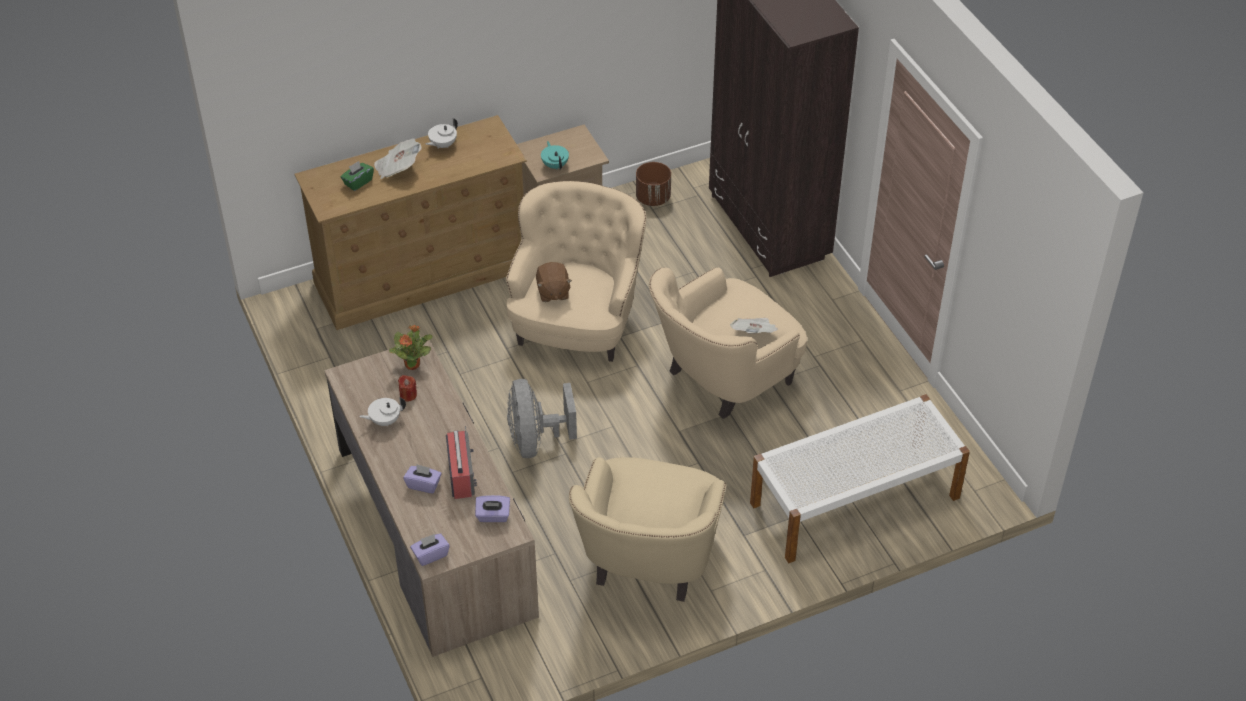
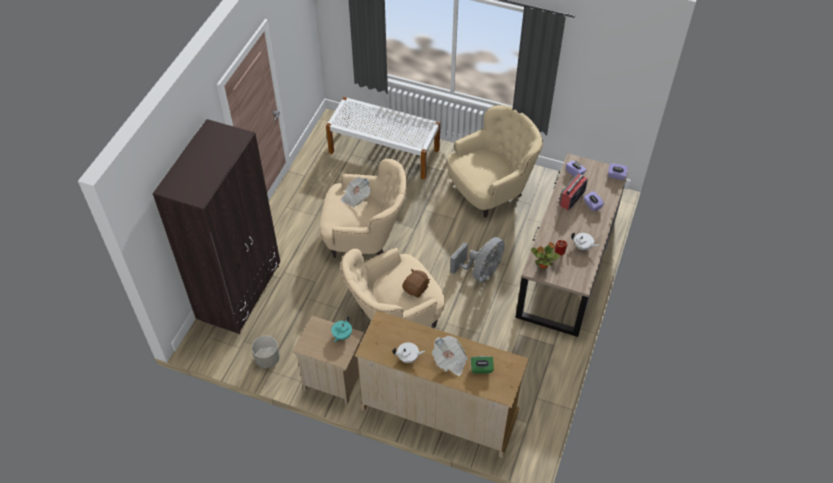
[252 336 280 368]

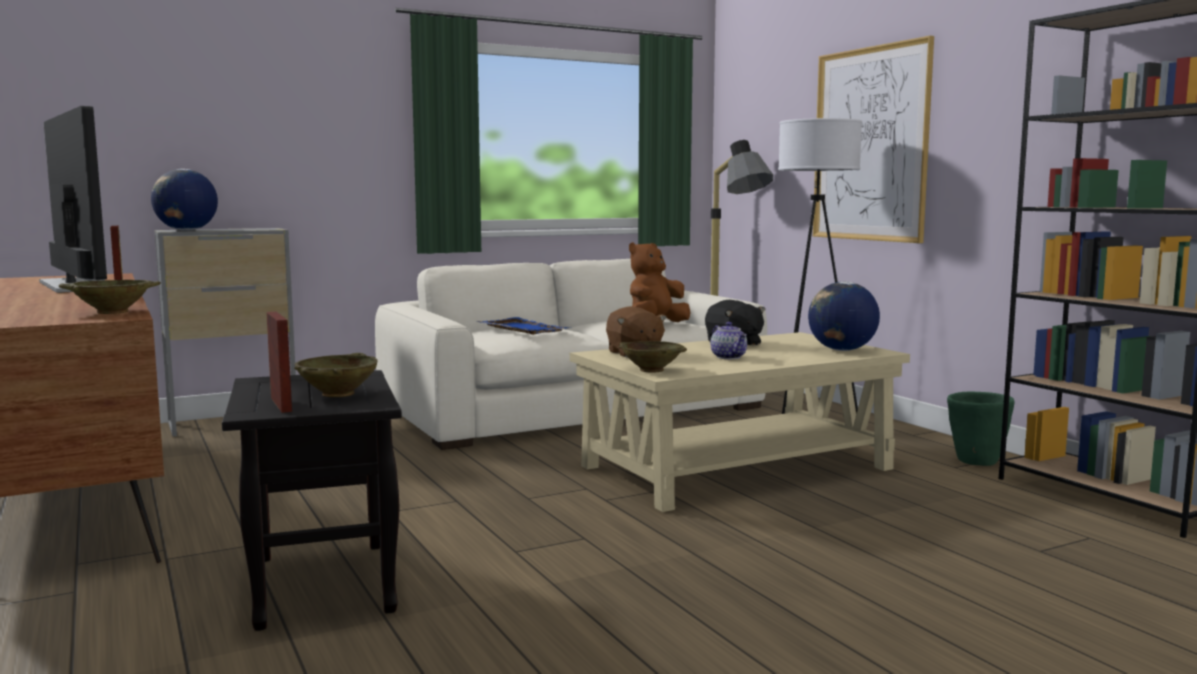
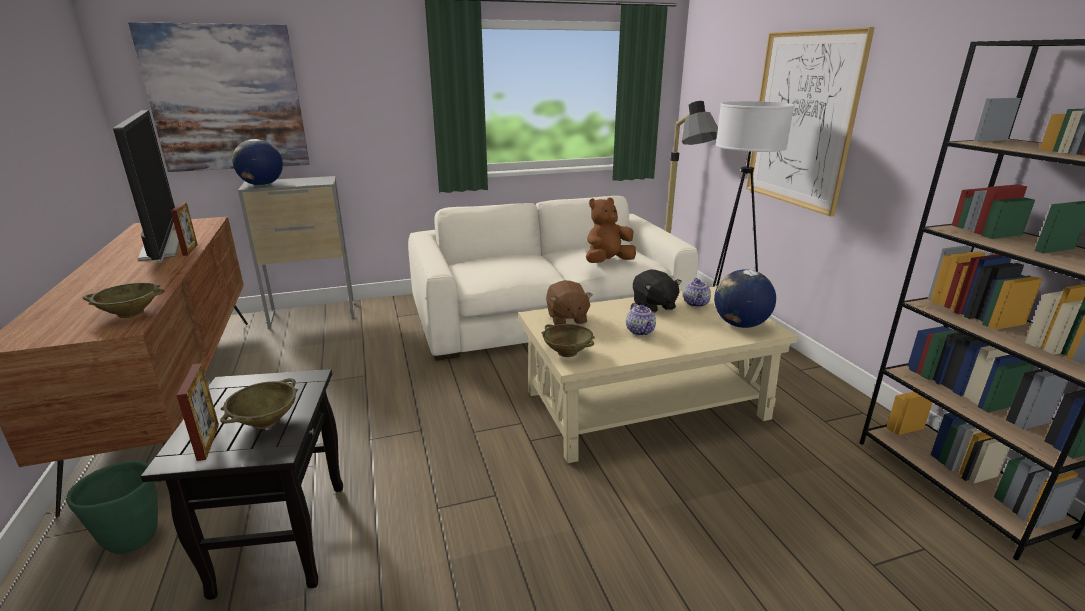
[476 317 572 335] (first image)
[66 460 158 554]
[128 22 310 172]
[683 278 711 307]

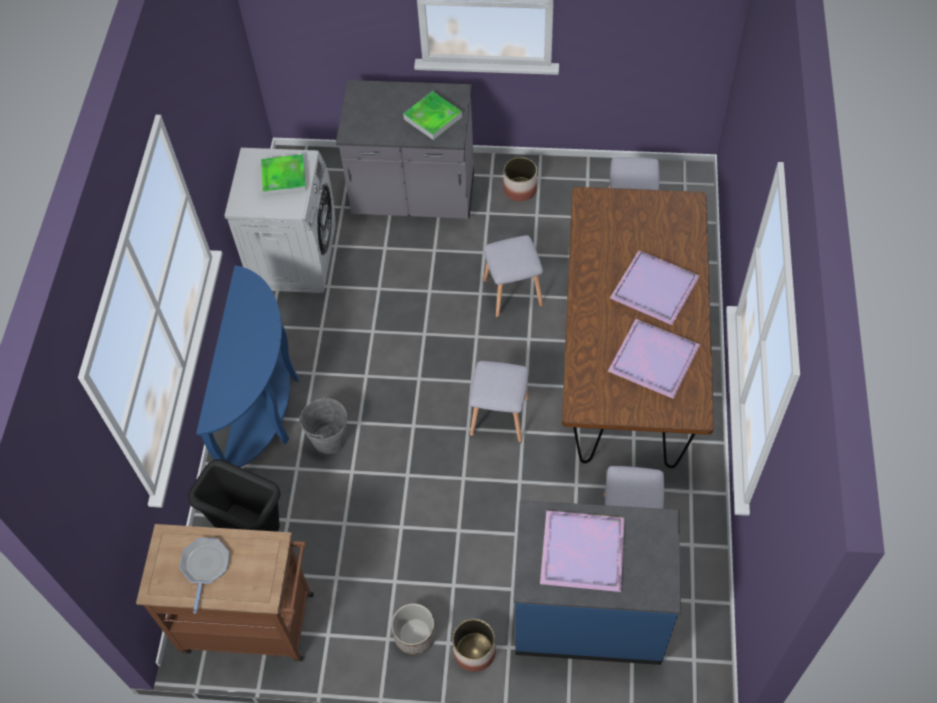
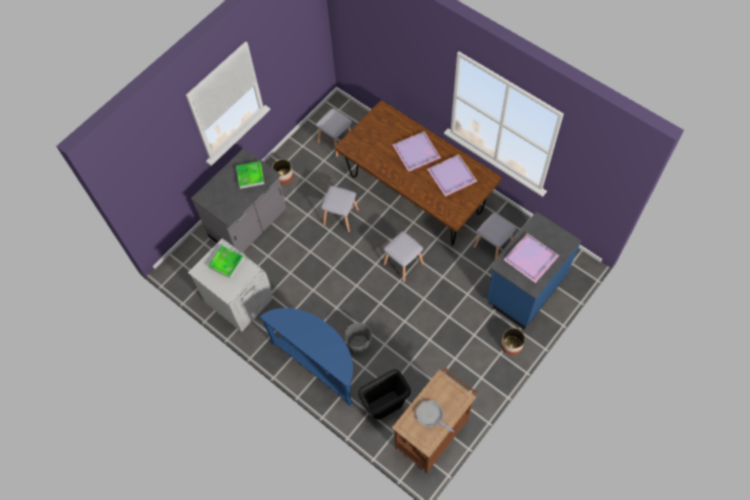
[391 603 436 655] (first image)

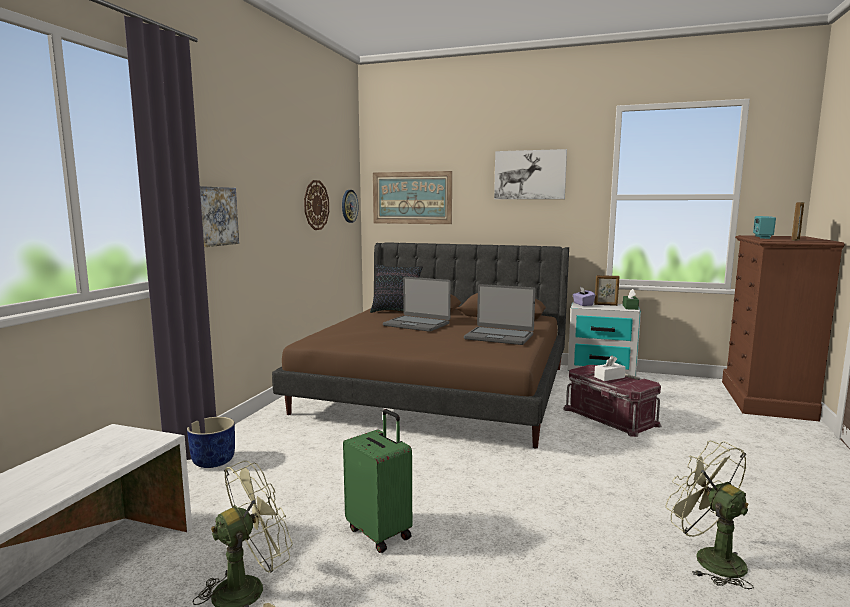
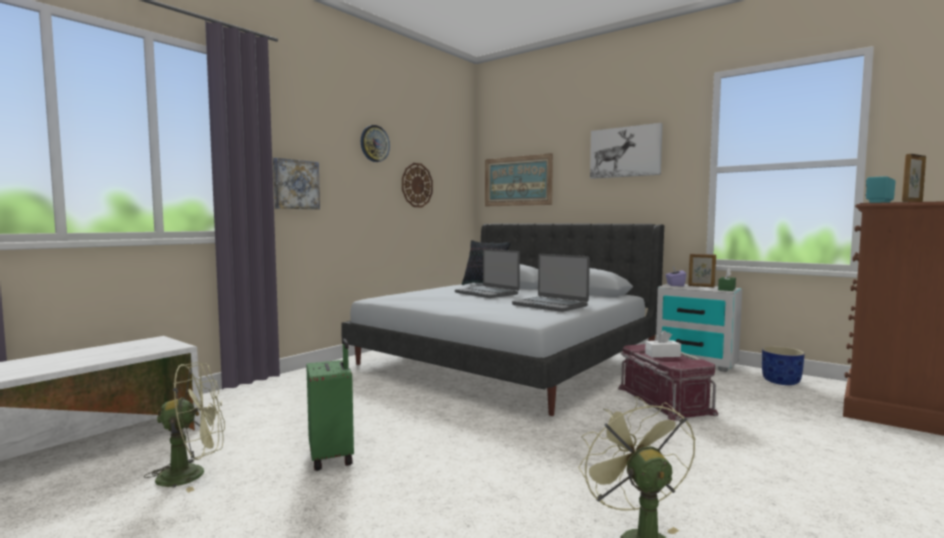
[762 346 805 385]
[341 223 664 416]
[361 125 390 162]

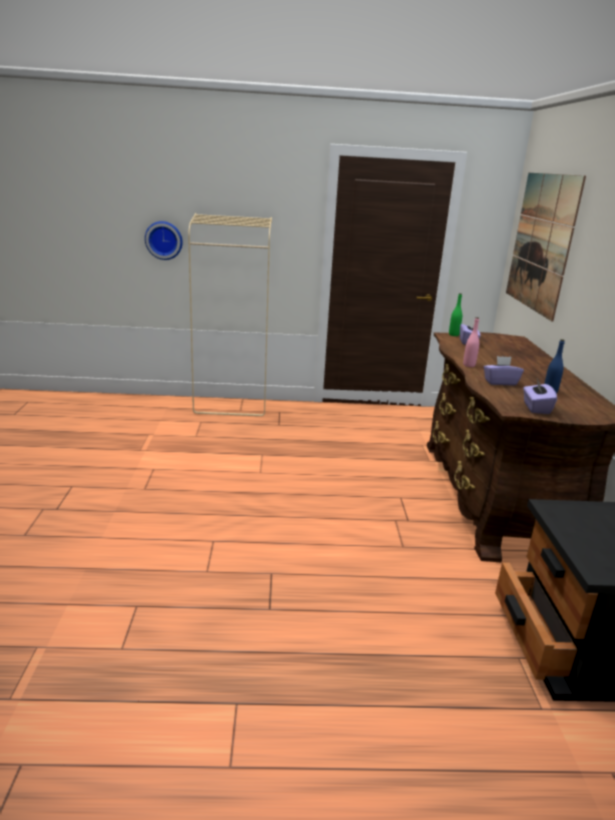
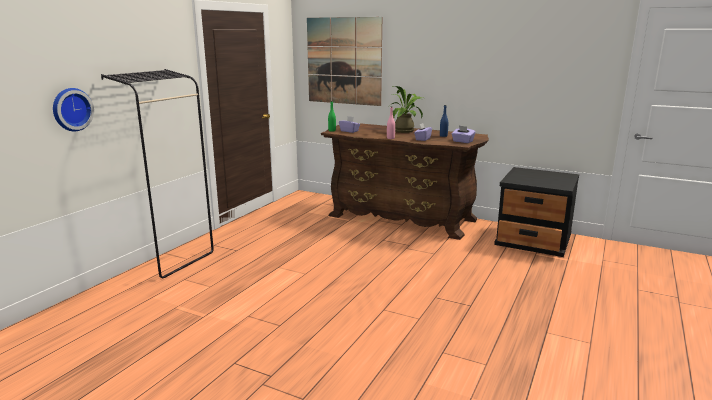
[101 69 214 278]
[389 86 423 133]

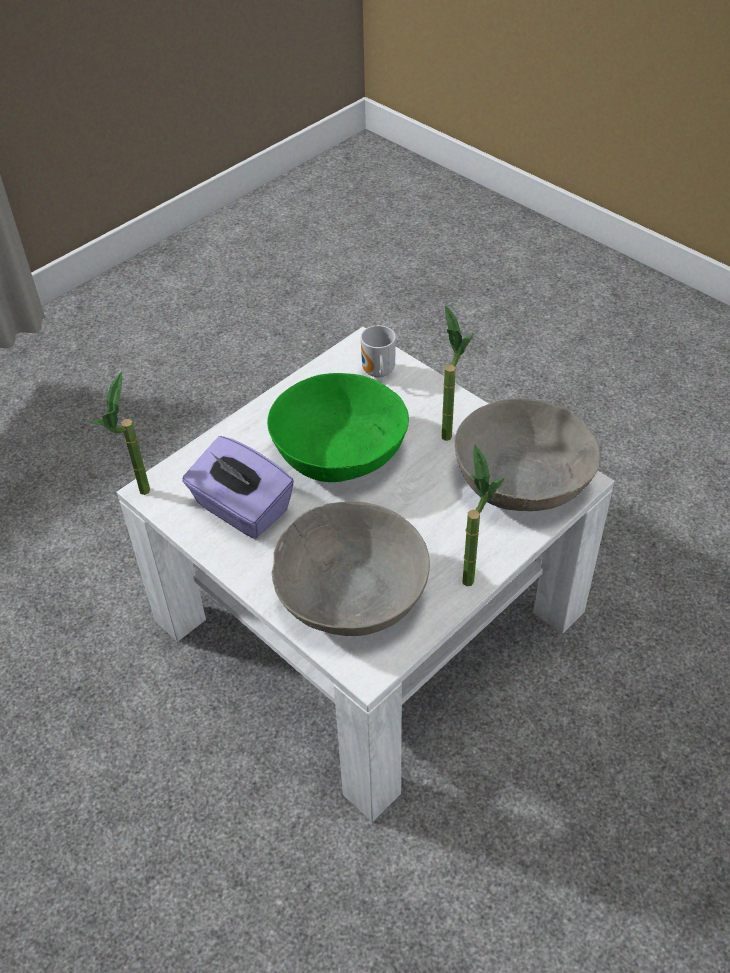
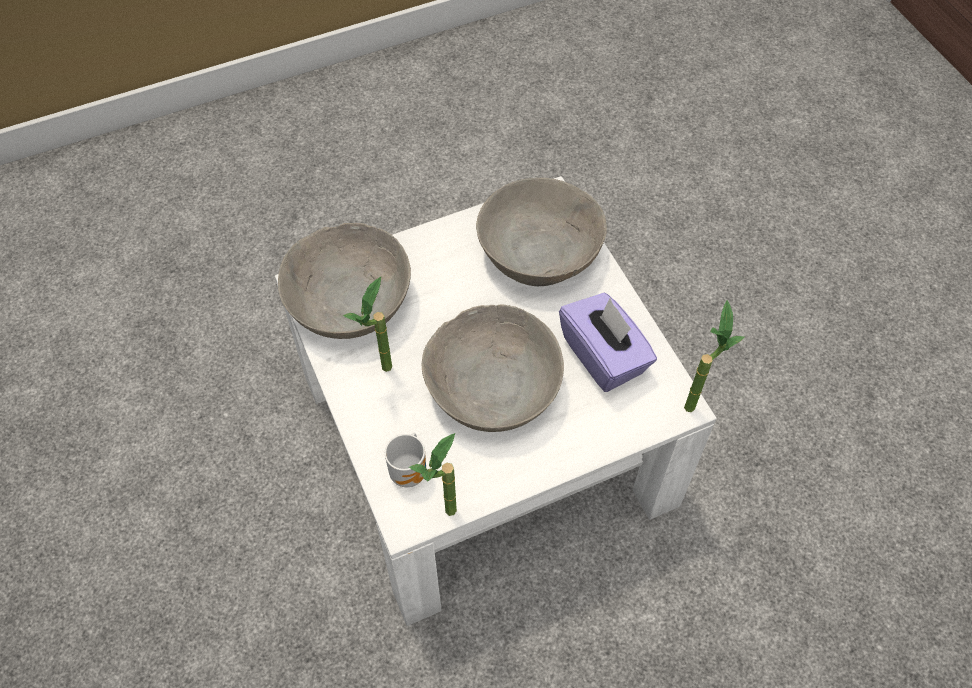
[422 304 564 432]
[409 433 457 516]

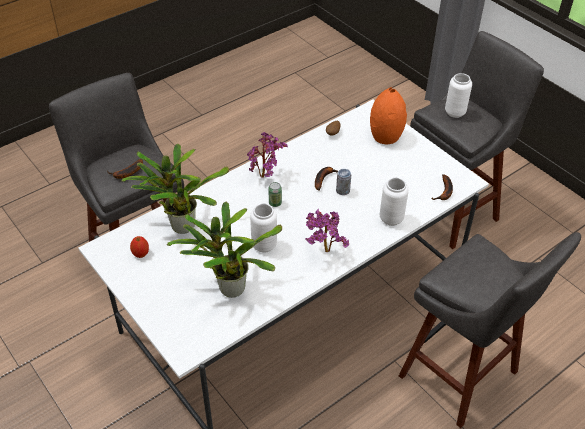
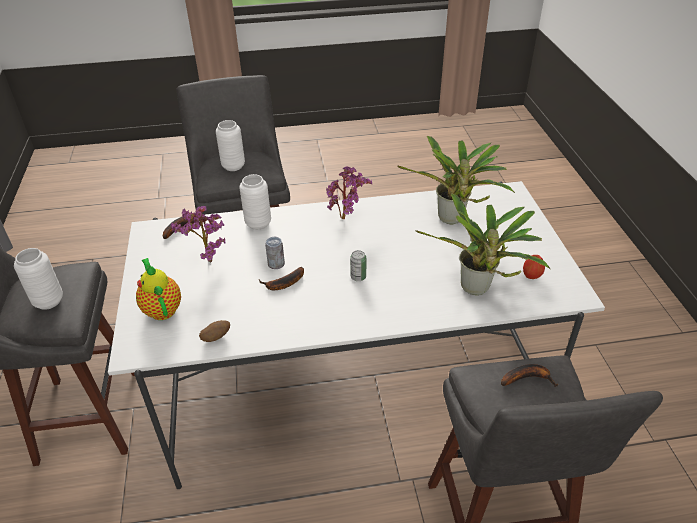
[171 206 226 262]
[216 120 245 171]
[136 258 181 320]

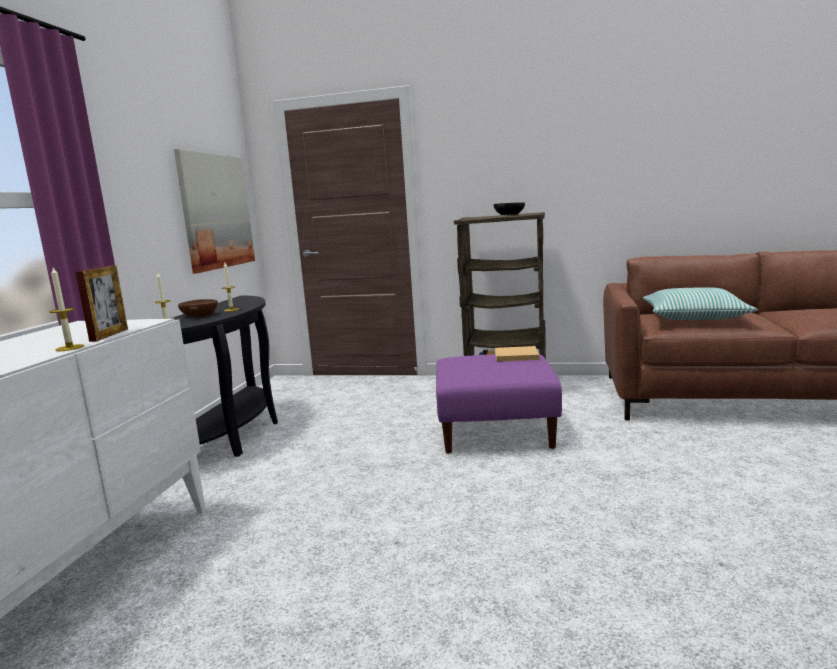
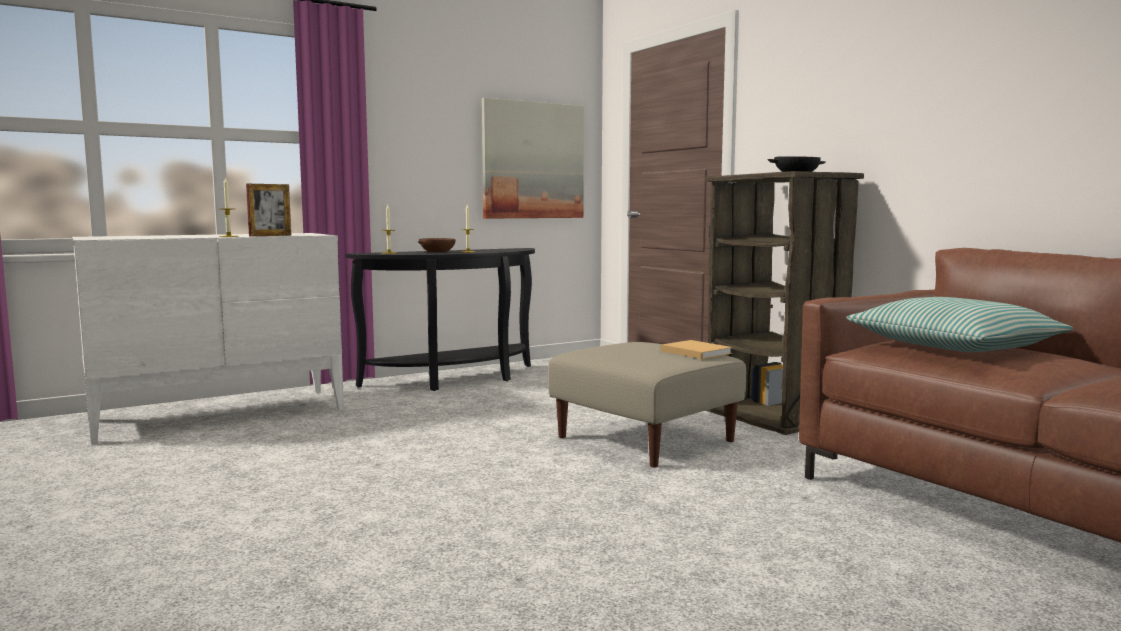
[548 342 746 467]

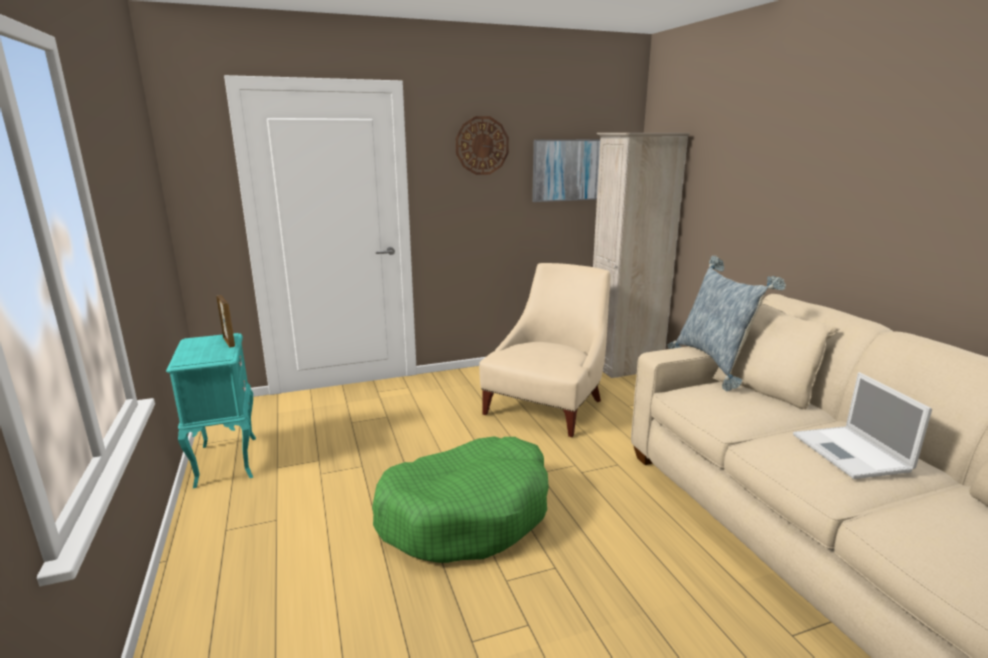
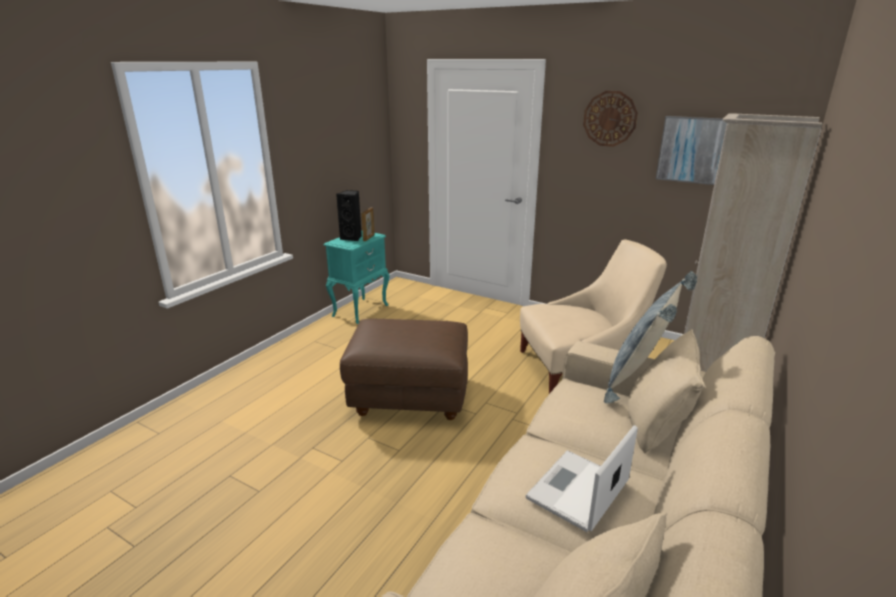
[340 319 468 420]
[336 190 362 241]

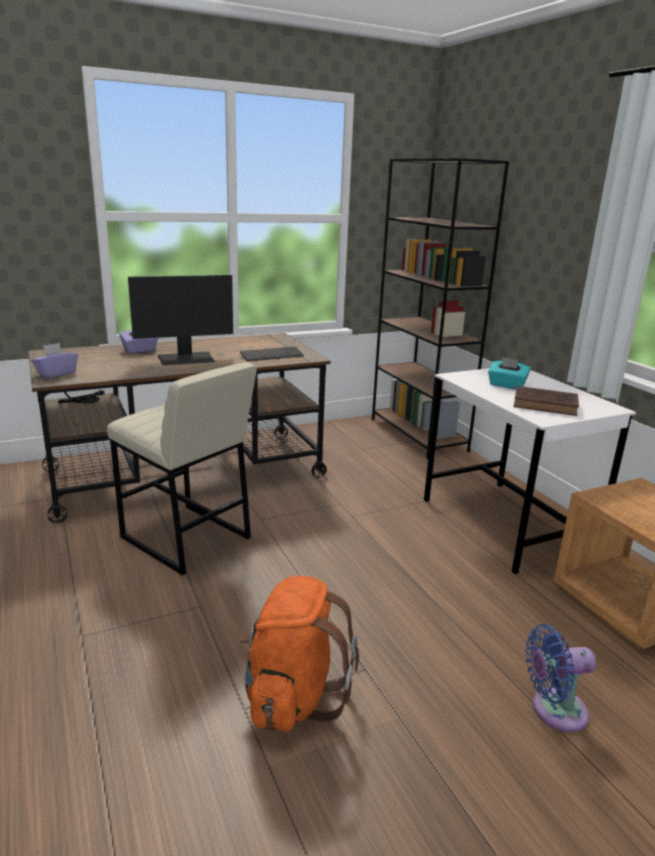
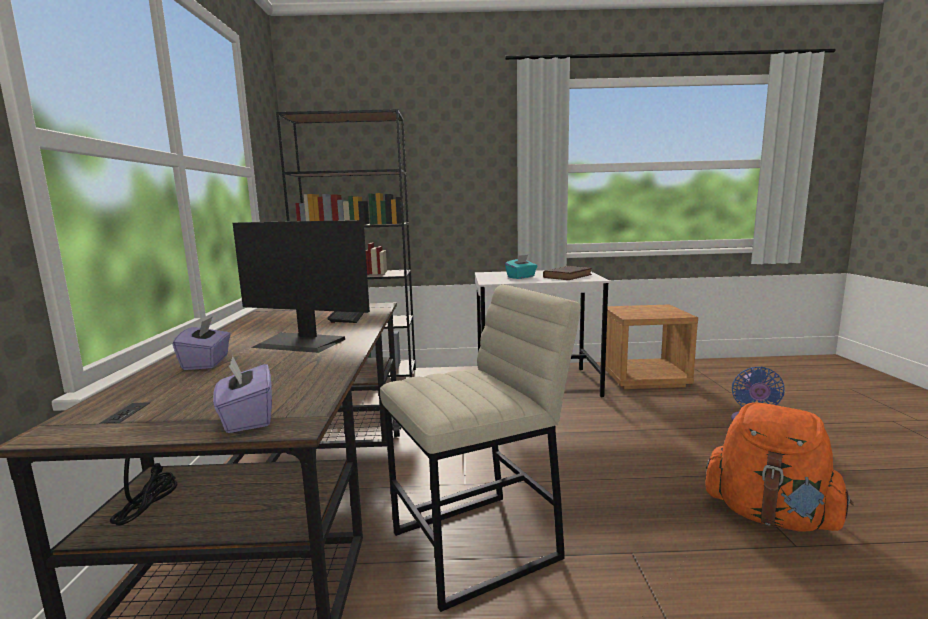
[233 220 370 353]

